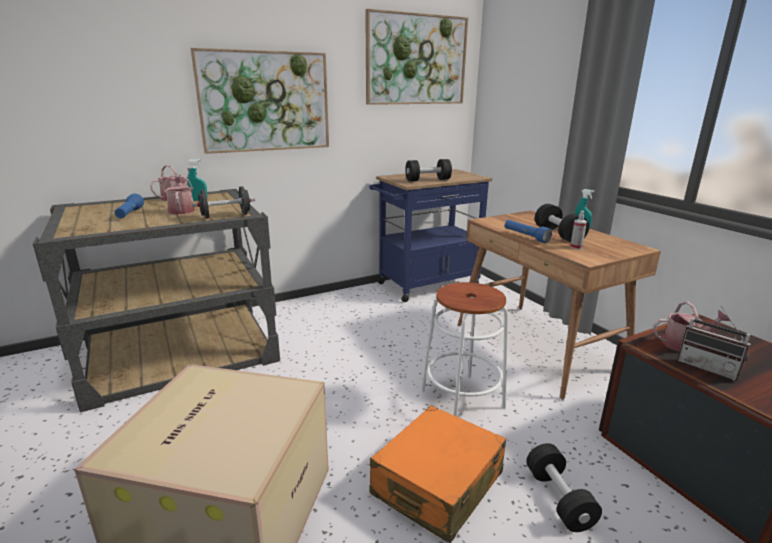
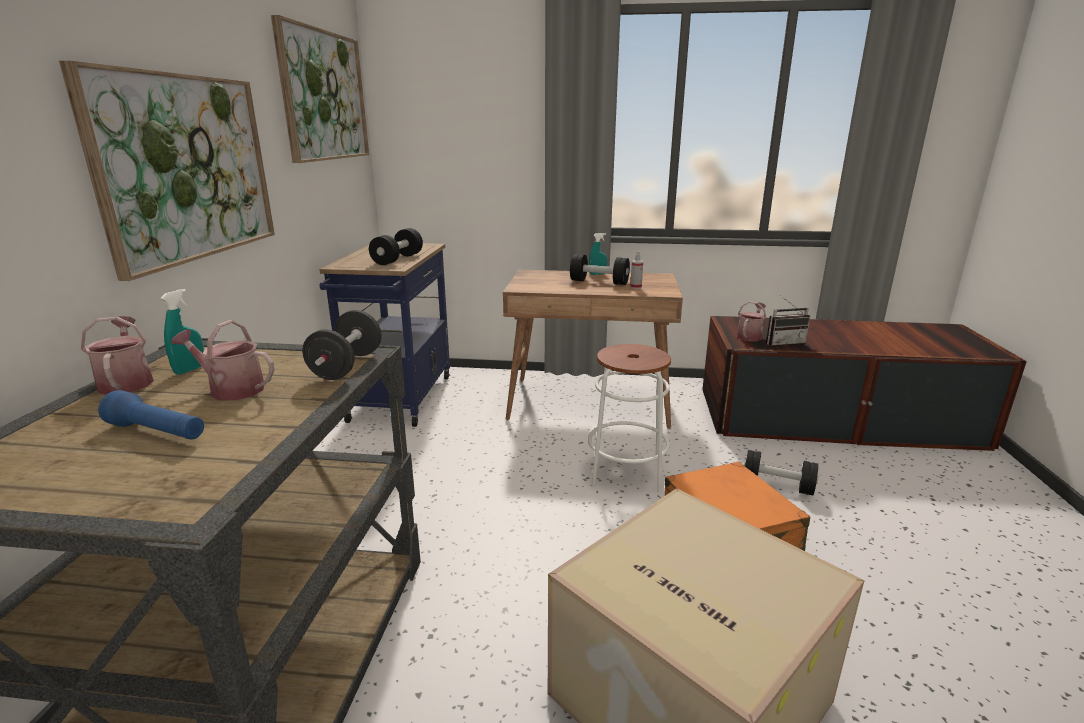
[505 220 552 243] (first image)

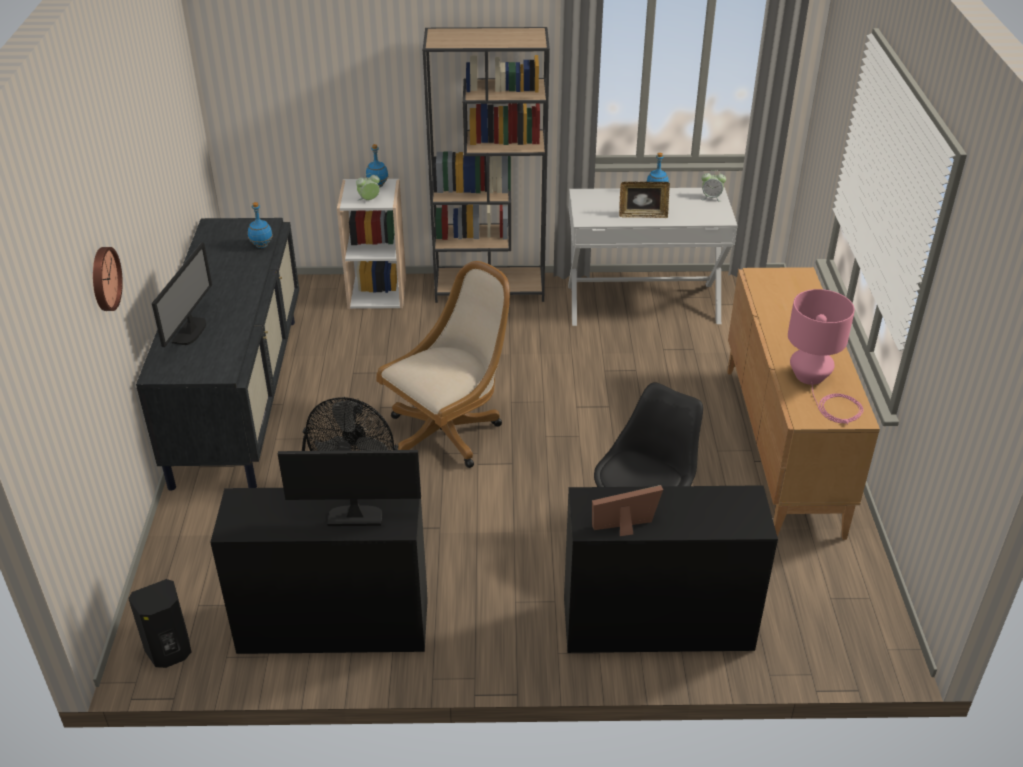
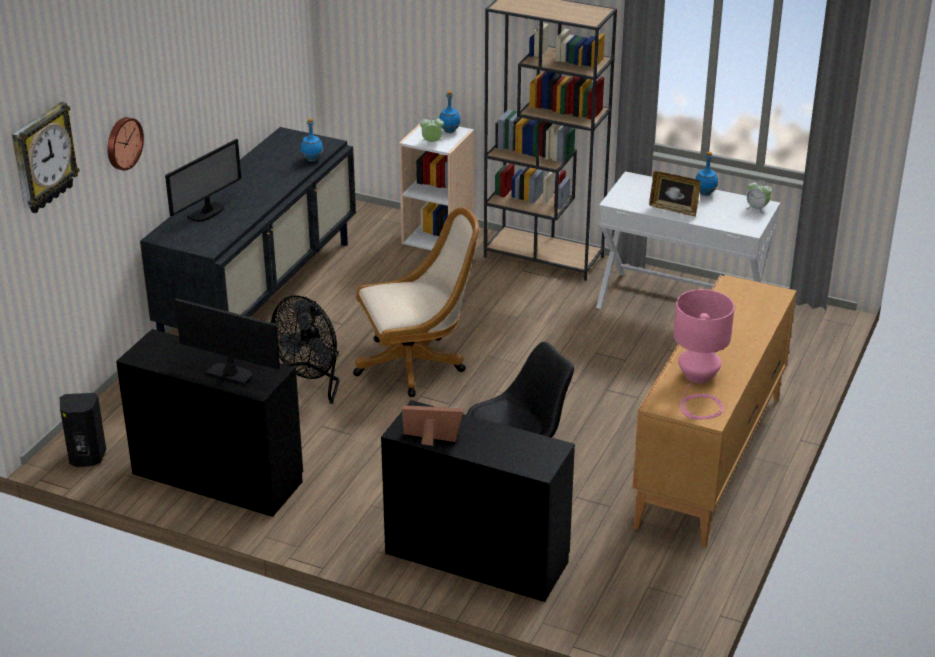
[12 102 80 213]

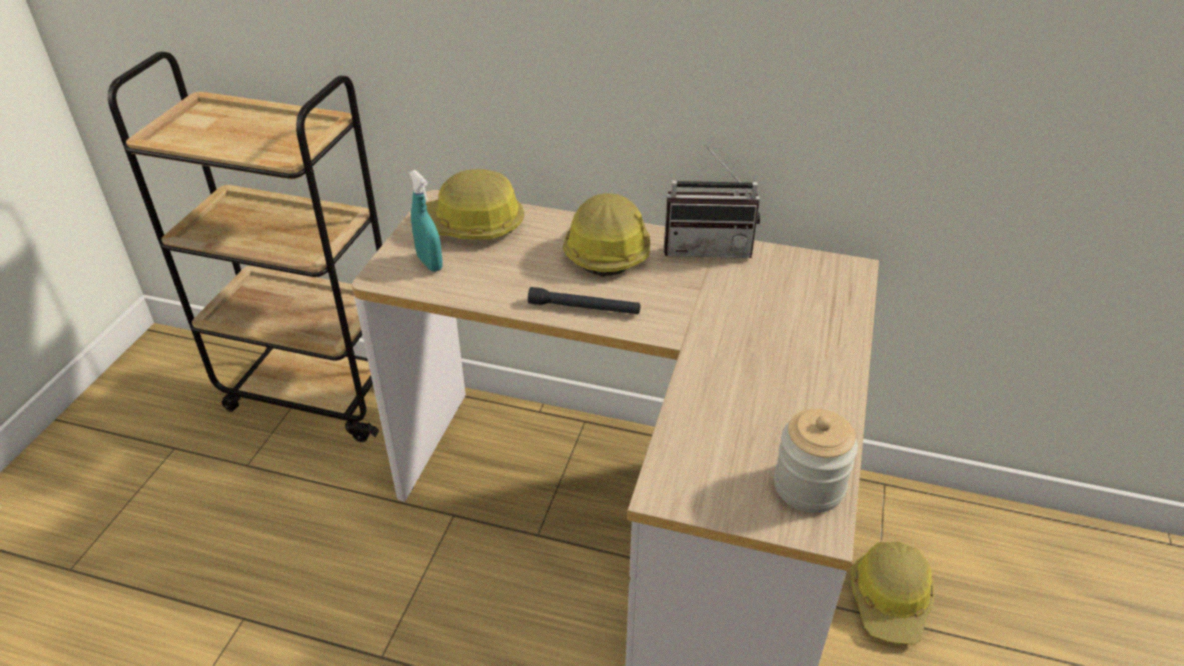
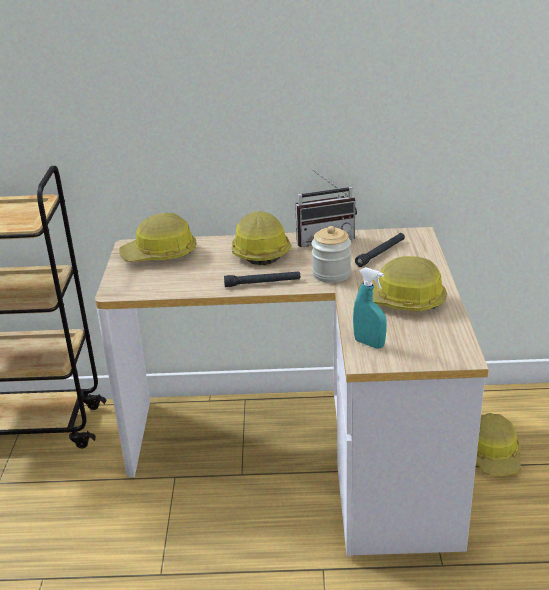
[353 267 387 349]
[311 226 351 283]
[355 233 405 267]
[358 256 447 311]

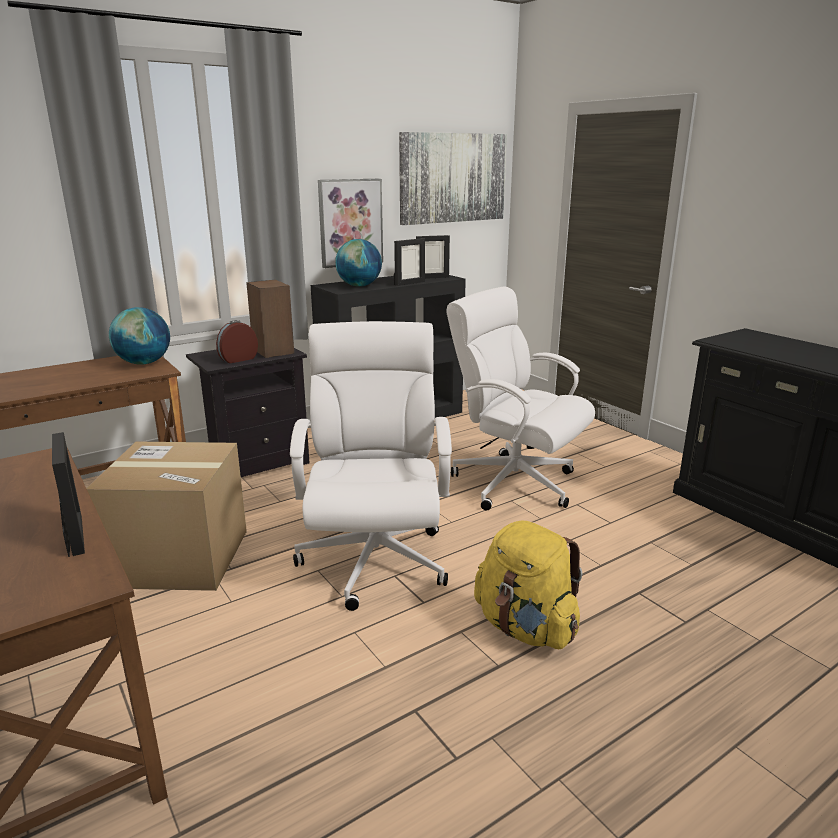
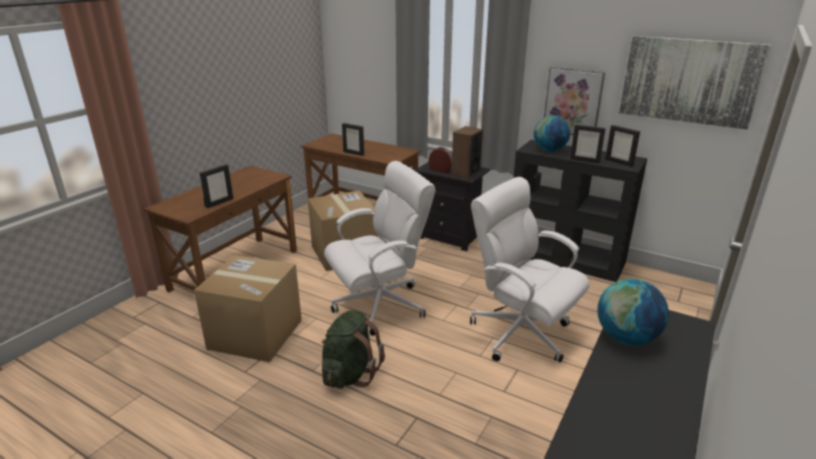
[598 279 669 345]
[470 177 590 362]
[322 310 385 389]
[194 255 302 362]
[342 123 364 156]

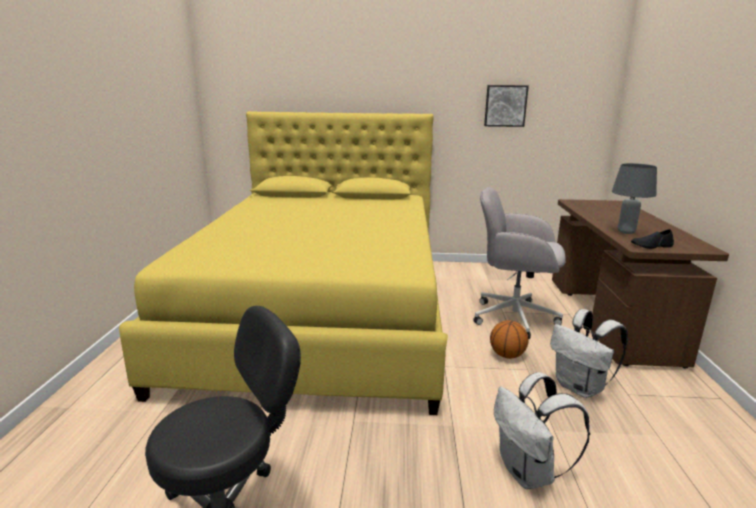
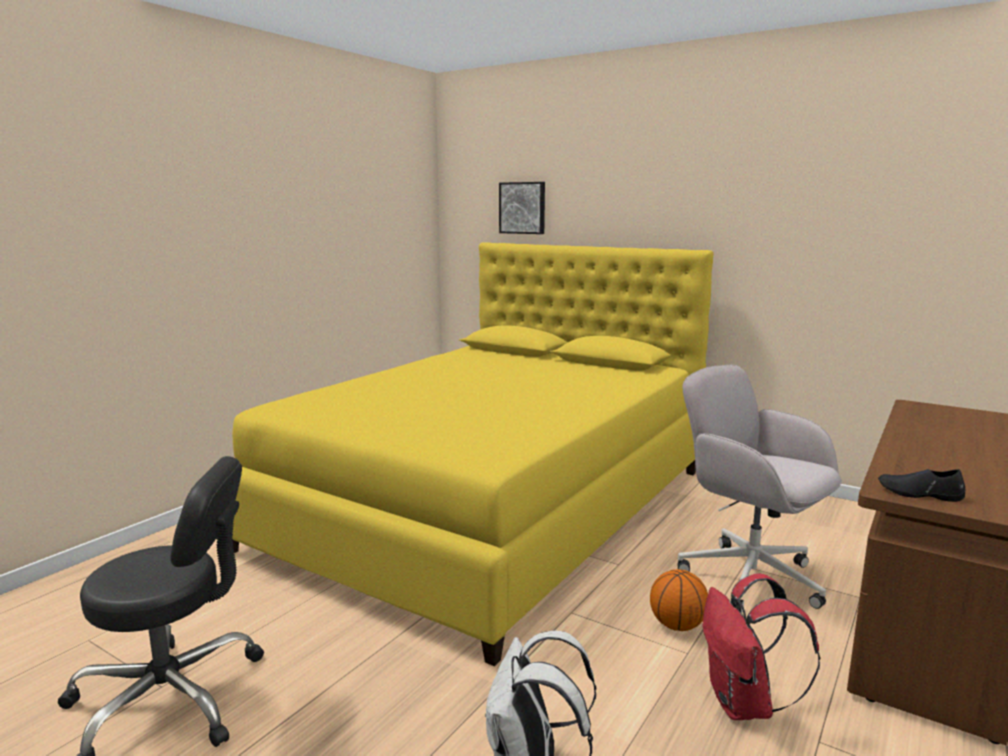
[499 182 545 234]
[703 574 820 720]
[612 163 657 234] (first image)

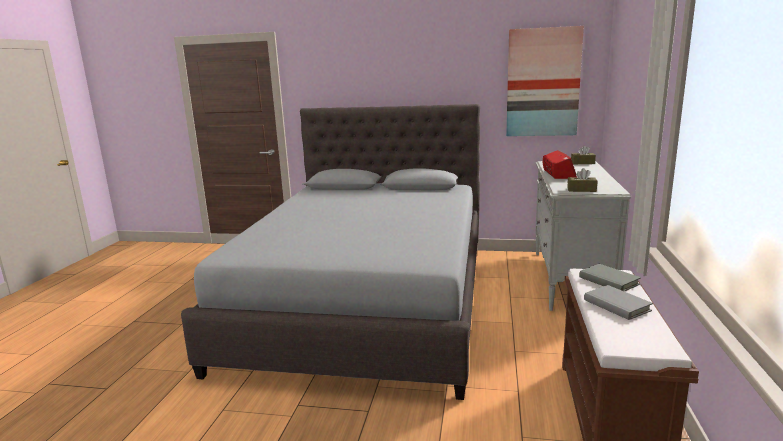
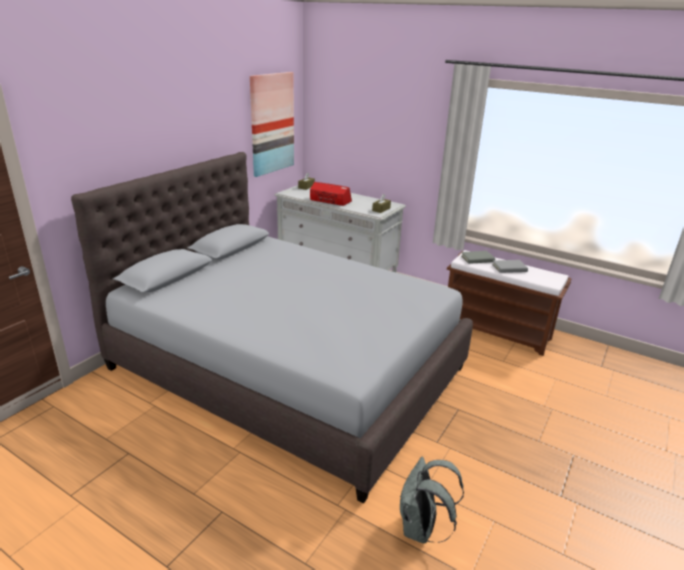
[400 457 464 543]

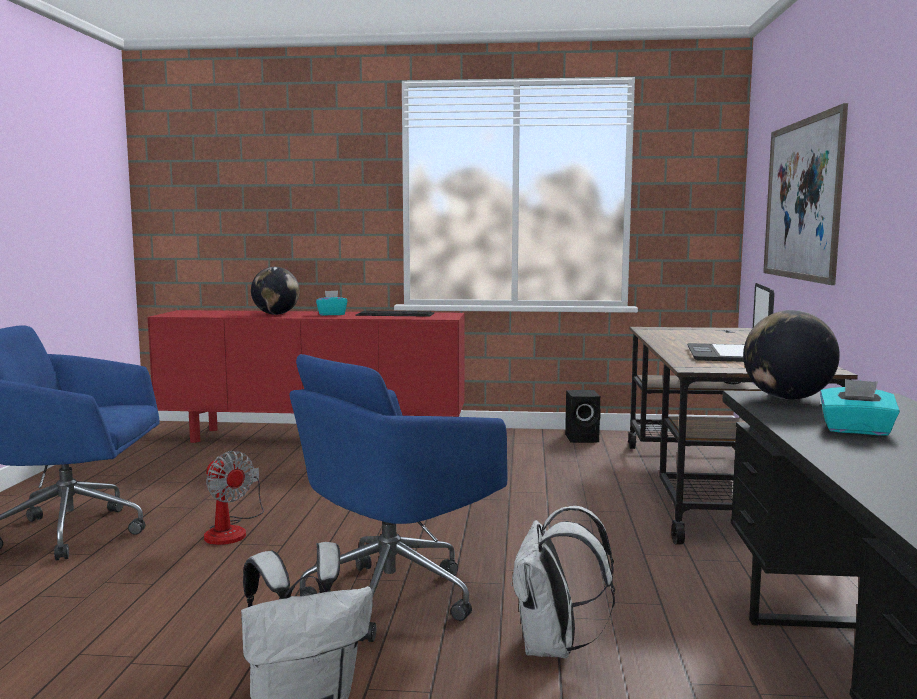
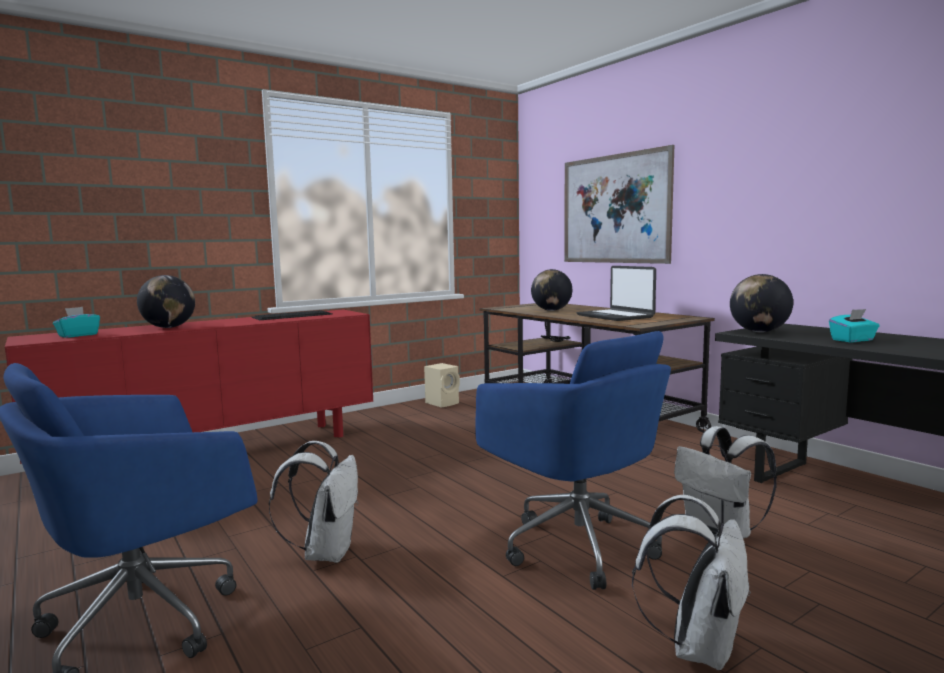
[269 441 358 563]
[475 331 671 590]
[53 307 100 338]
[424 363 460 407]
[531 269 572 311]

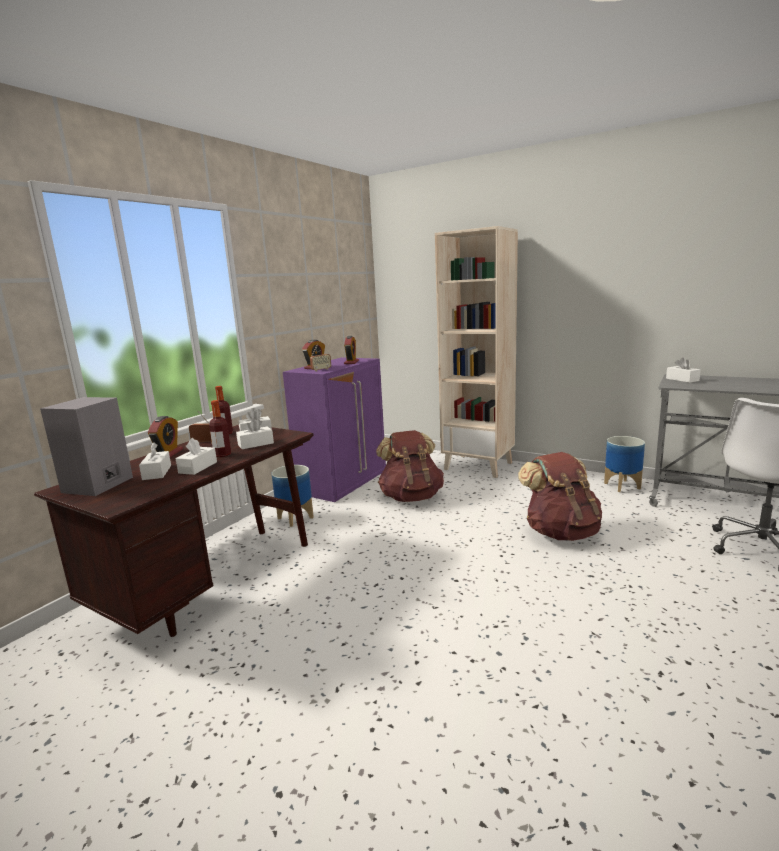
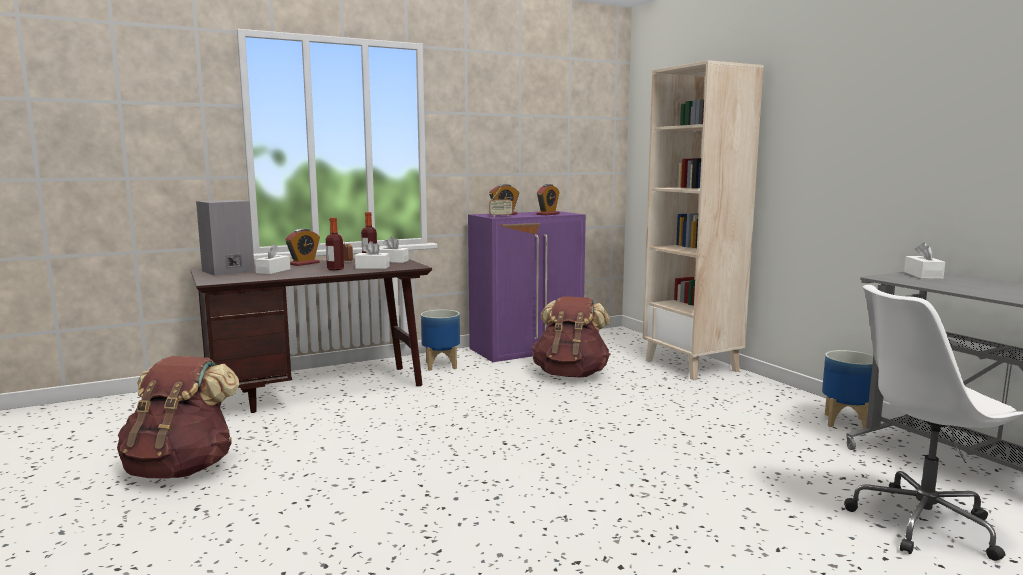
[176 438 217 475] (first image)
[117 356 239 478]

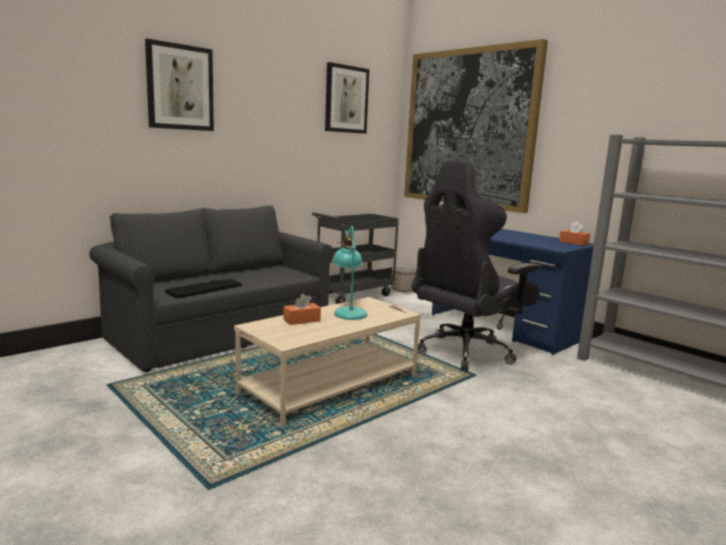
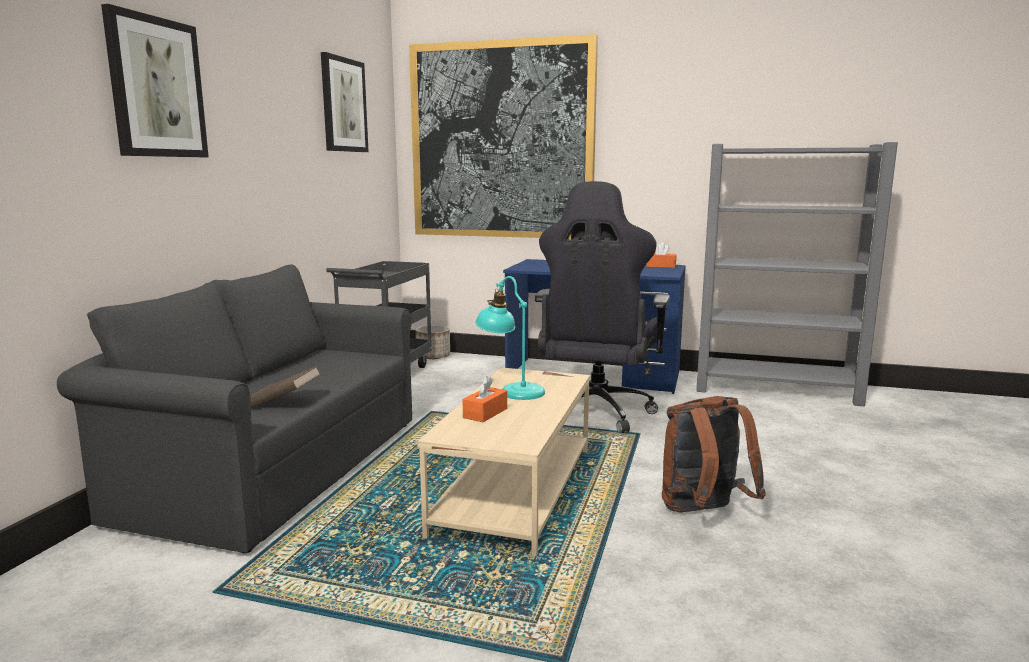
[250 366 321 408]
[662 396 766 513]

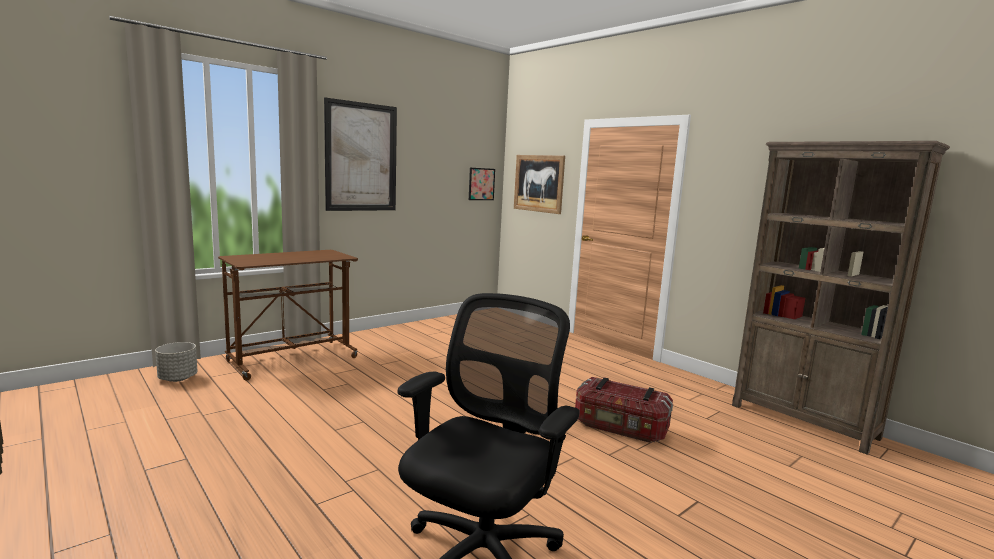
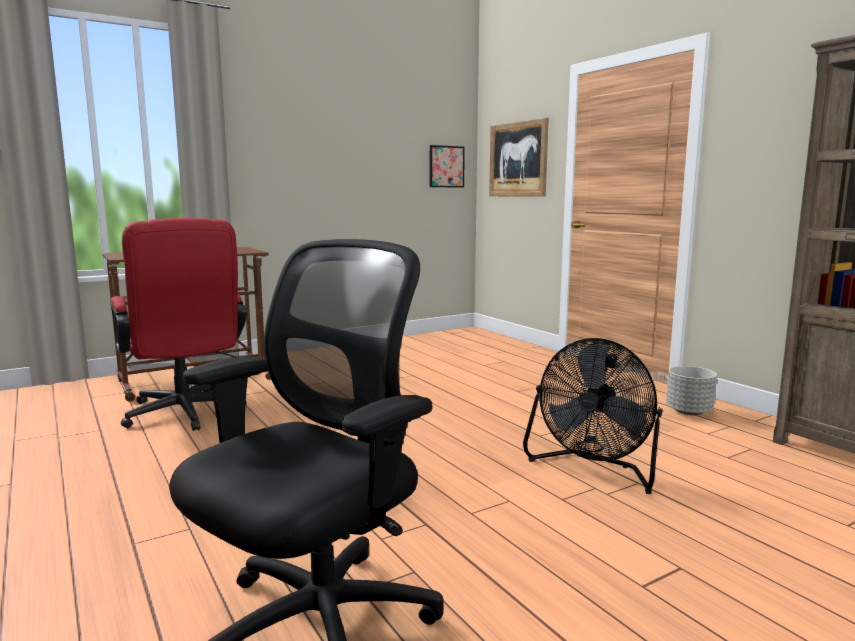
[666 366 717 415]
[324 97 397 211] (first image)
[523 338 662 494]
[110 218 247 431]

